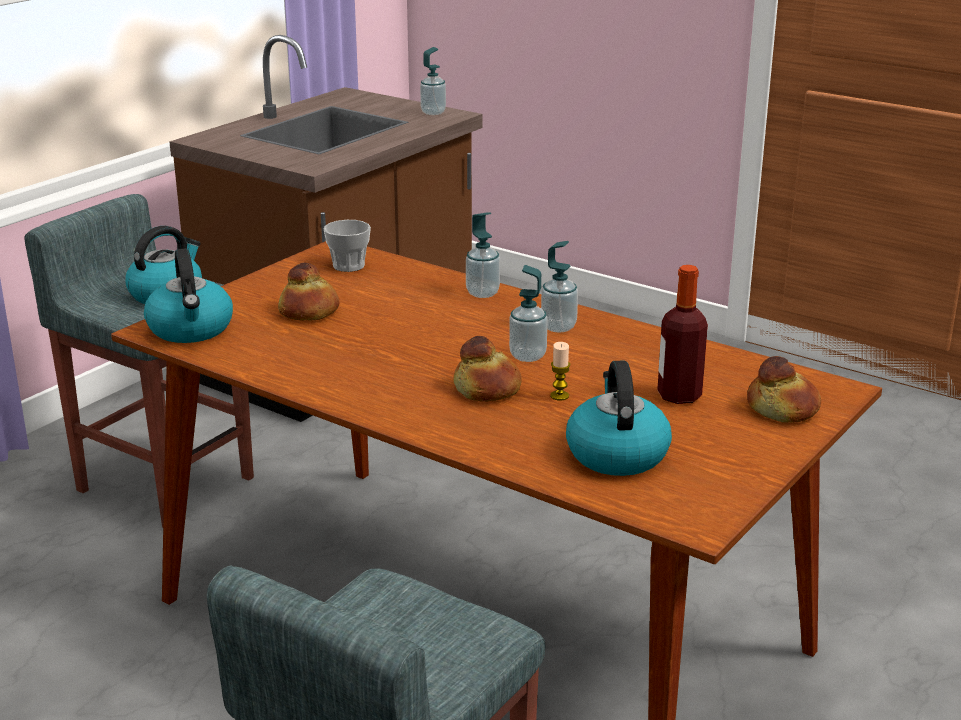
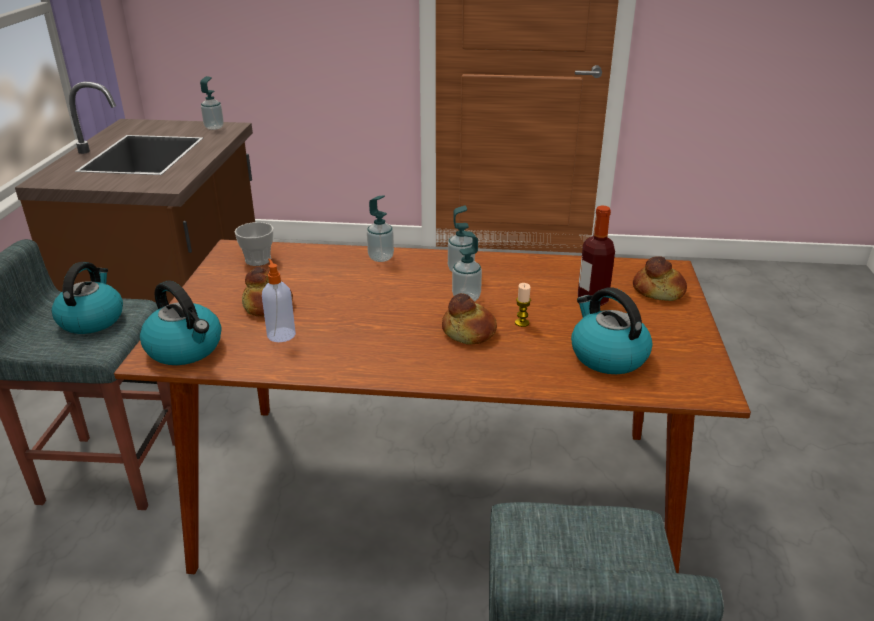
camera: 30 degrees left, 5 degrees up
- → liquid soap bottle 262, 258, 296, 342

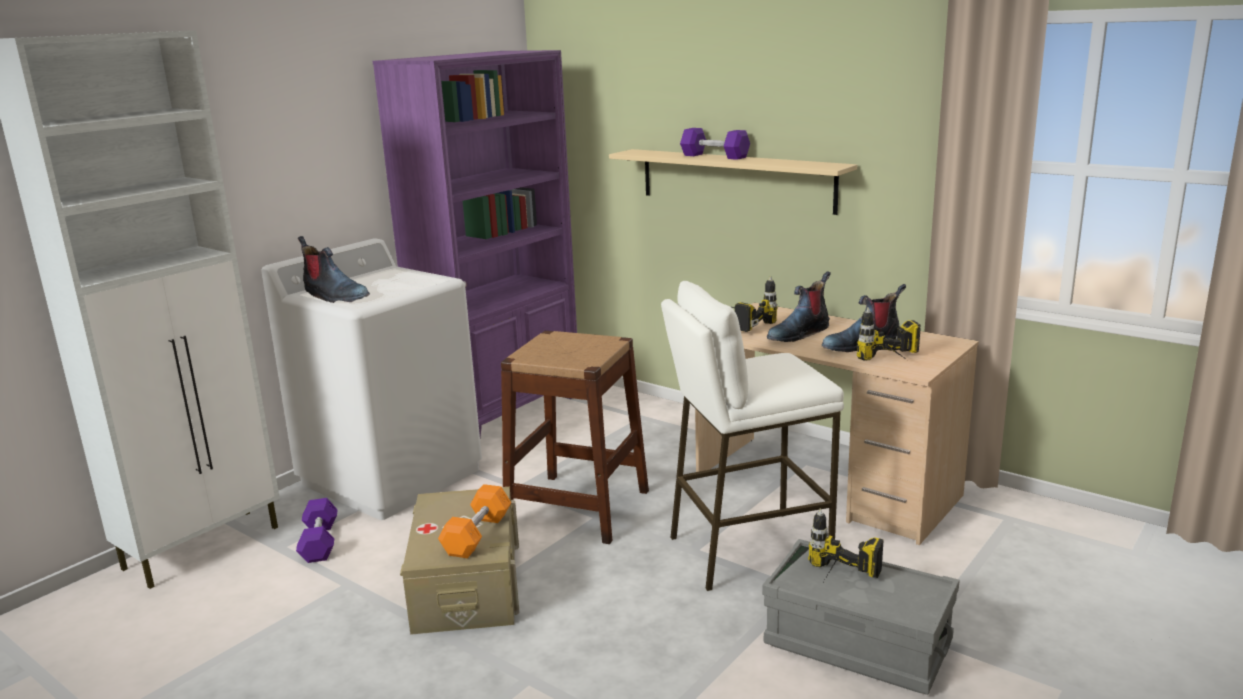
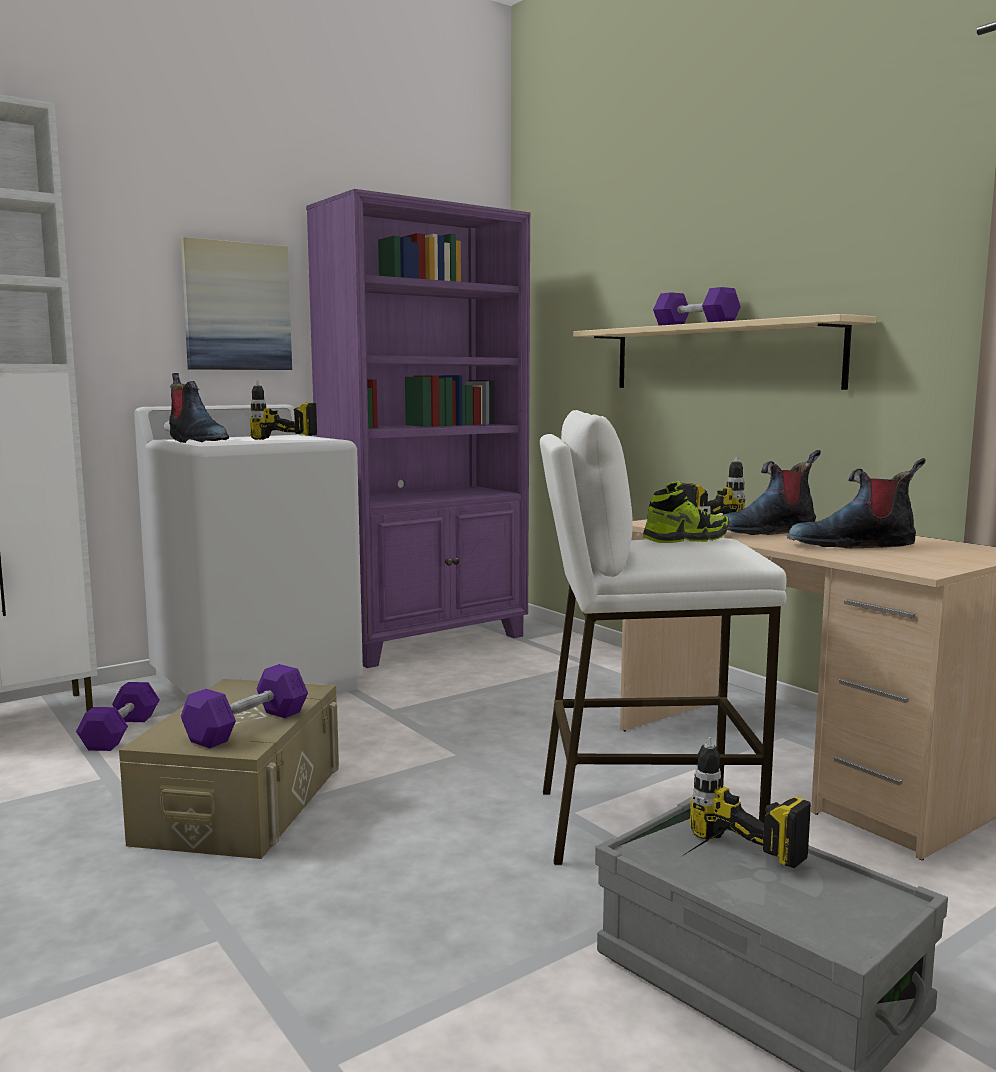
camera: 15 degrees right, 10 degrees down
orange-coloured free weight 438, 484, 511, 558 → purplish free weight 181, 664, 308, 748
brownish stool 501, 331, 649, 544 → -
power drill 857, 307, 921, 361 → power drill 249, 381, 317, 440, shifted
- → picture 181, 237, 292, 370
- → low shoe 643, 481, 729, 543

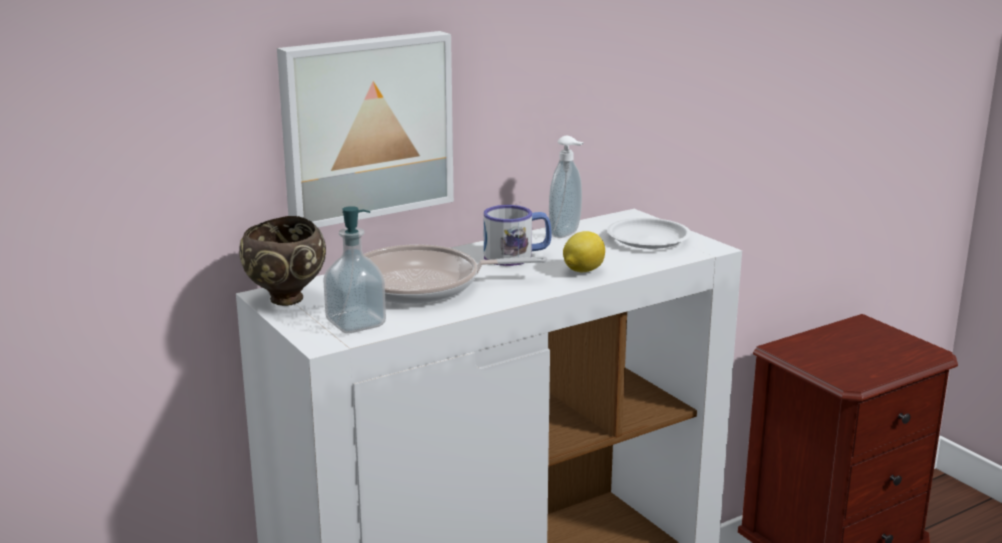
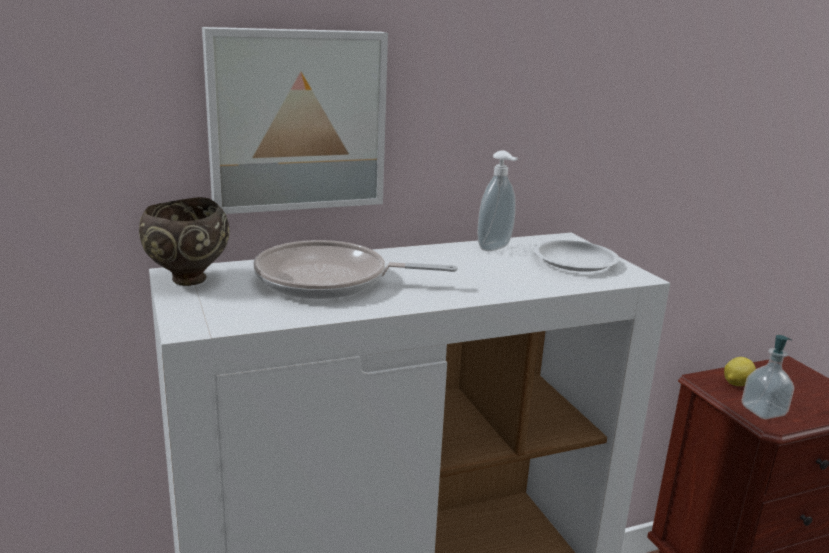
camera: 10 degrees right, 0 degrees up
liquid soap bottle 323, 206, 386, 333 → liquid soap bottle 742, 335, 794, 419, shifted
coffee mug 484, 205, 552, 266 → -
whole lemon 563, 231, 605, 272 → whole lemon 724, 357, 756, 386, shifted

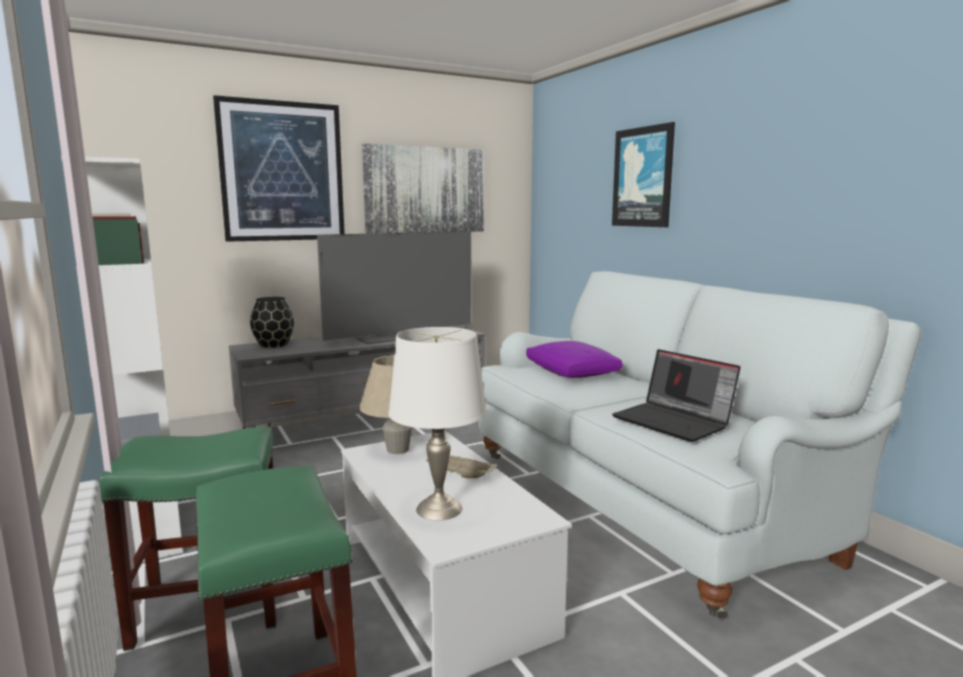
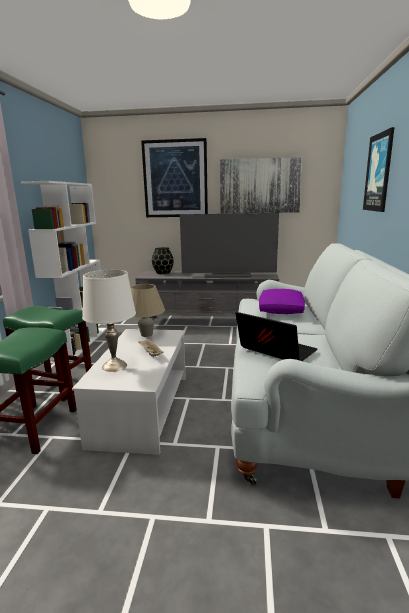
camera: 35 degrees right, 5 degrees up
laptop 612, 349, 741, 442 → laptop 235, 312, 317, 361, 135 degrees clockwise

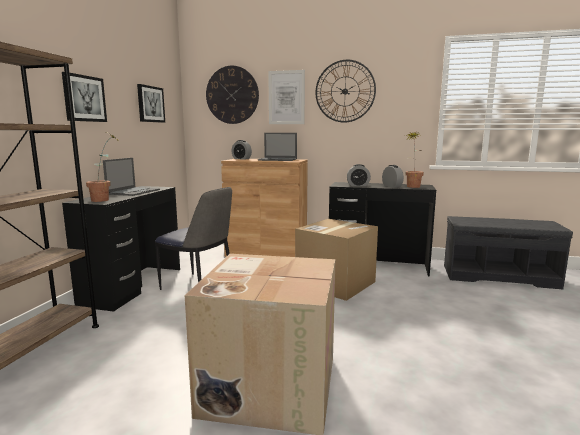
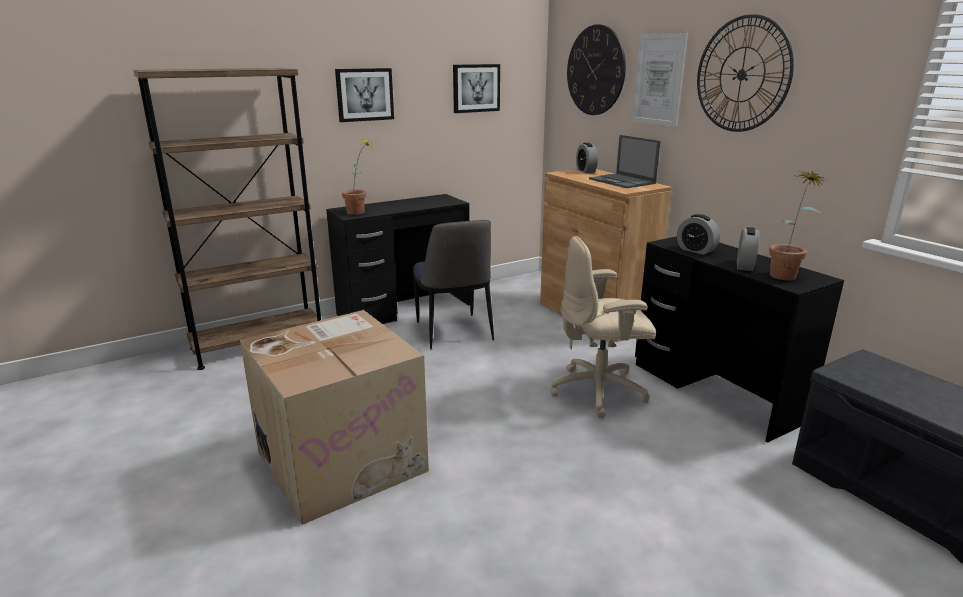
camera: 45 degrees right, 10 degrees up
laptop 103, 158, 160, 196 → -
cardboard box 295, 219, 378, 301 → sand-coloured computer chair 550, 236, 656, 418

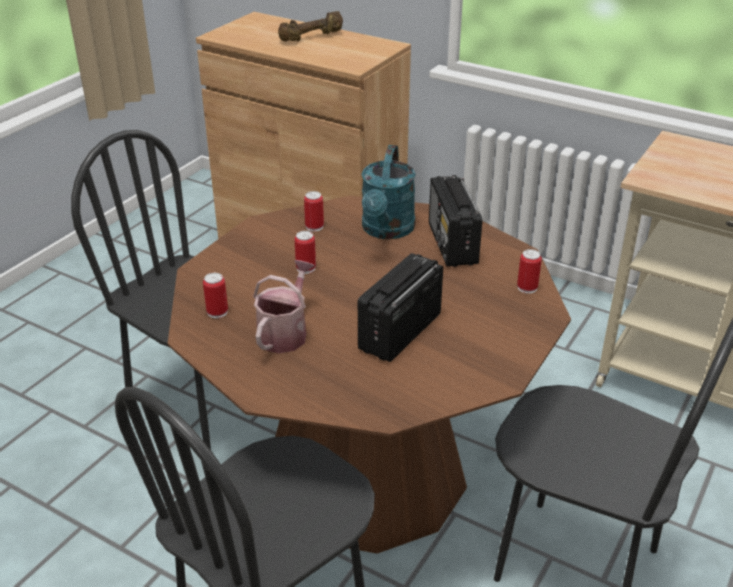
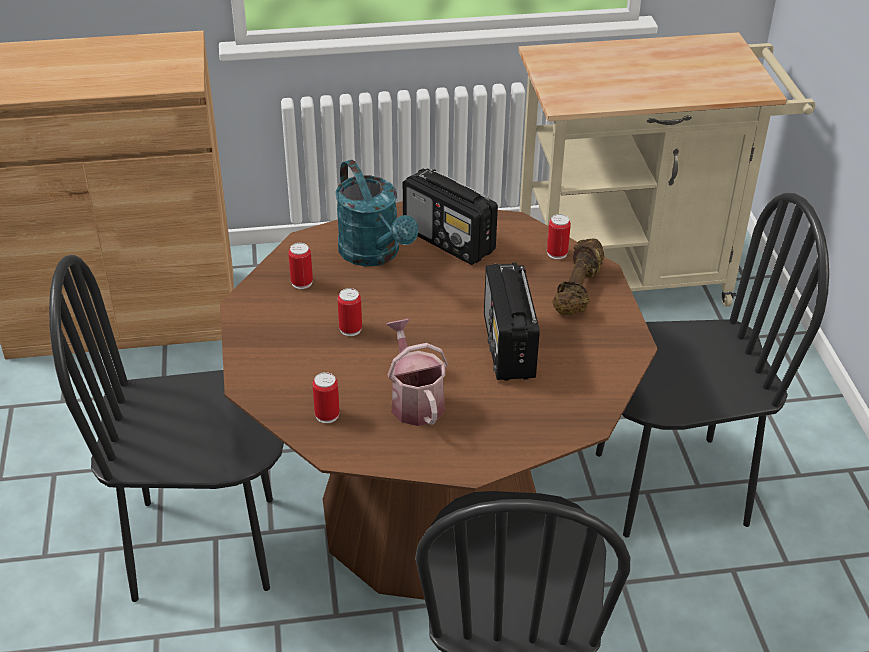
camera: 40 degrees left, 5 degrees up
brownish free weight 278, 11, 343, 42 → brownish free weight 553, 238, 604, 316, shifted

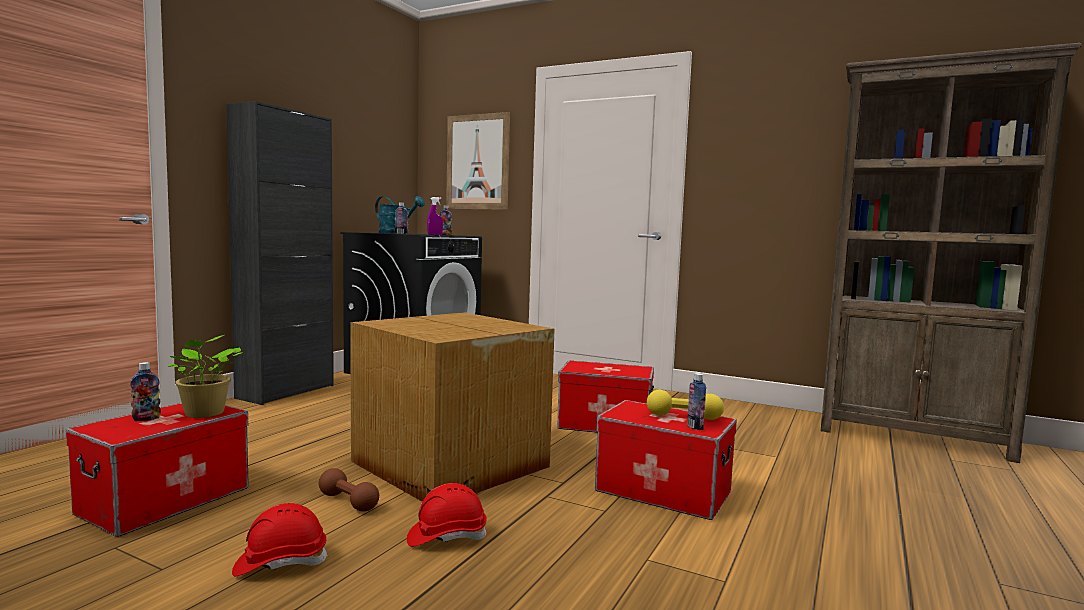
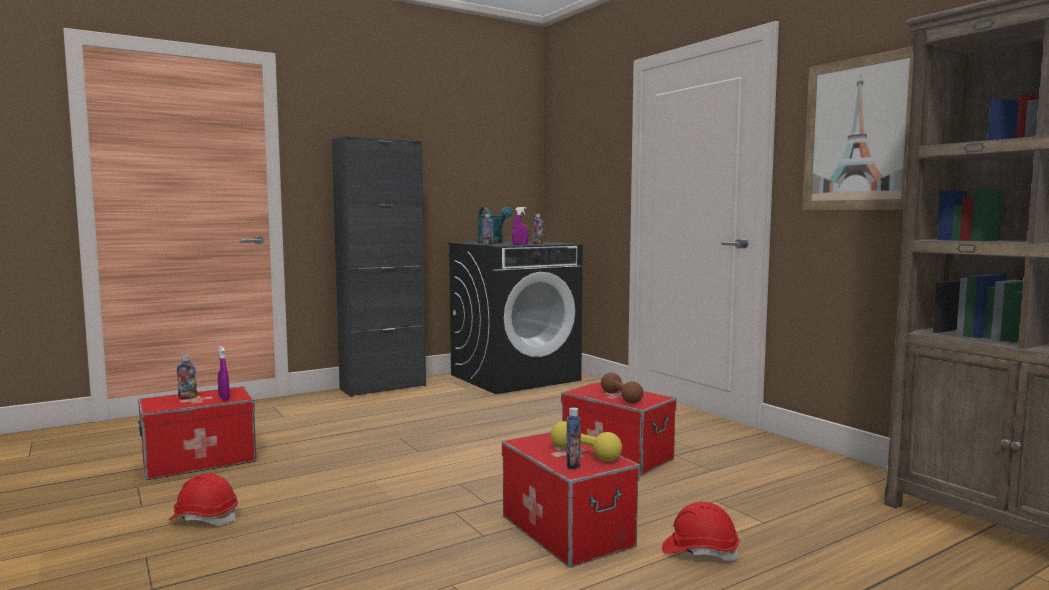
camera: 30 degrees right, 0 degrees up
plant in a pot 169, 335, 244, 418 → purplish sprayer 218, 346, 230, 401
brownish free weight 319, 468, 379, 512 → brownish free weight 601, 372, 643, 403, shifted
cardboard box 350, 312, 555, 502 → -
reddish hard hat 407, 483, 487, 547 → reddish hard hat 662, 502, 740, 561, shifted
picture 446, 112, 510, 210 → picture 803, 46, 914, 210, shifted

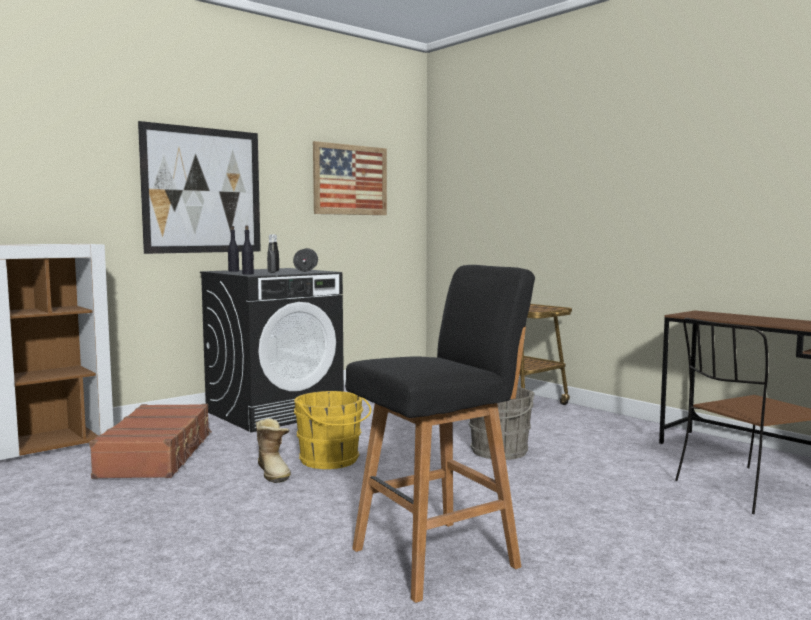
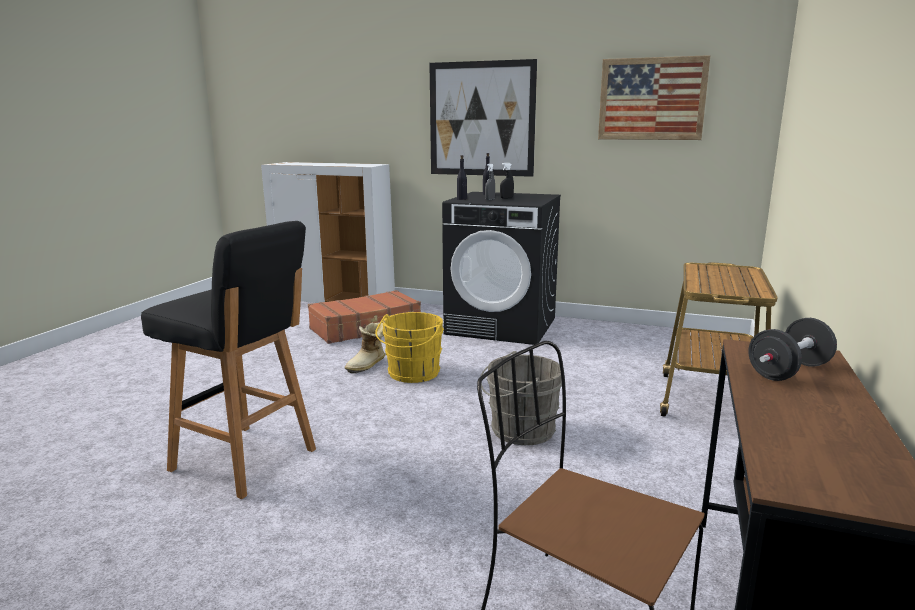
camera: 60 degrees right, 10 degrees up
black free weight 293, 248, 318, 272 → black free weight 748, 318, 837, 381, shifted

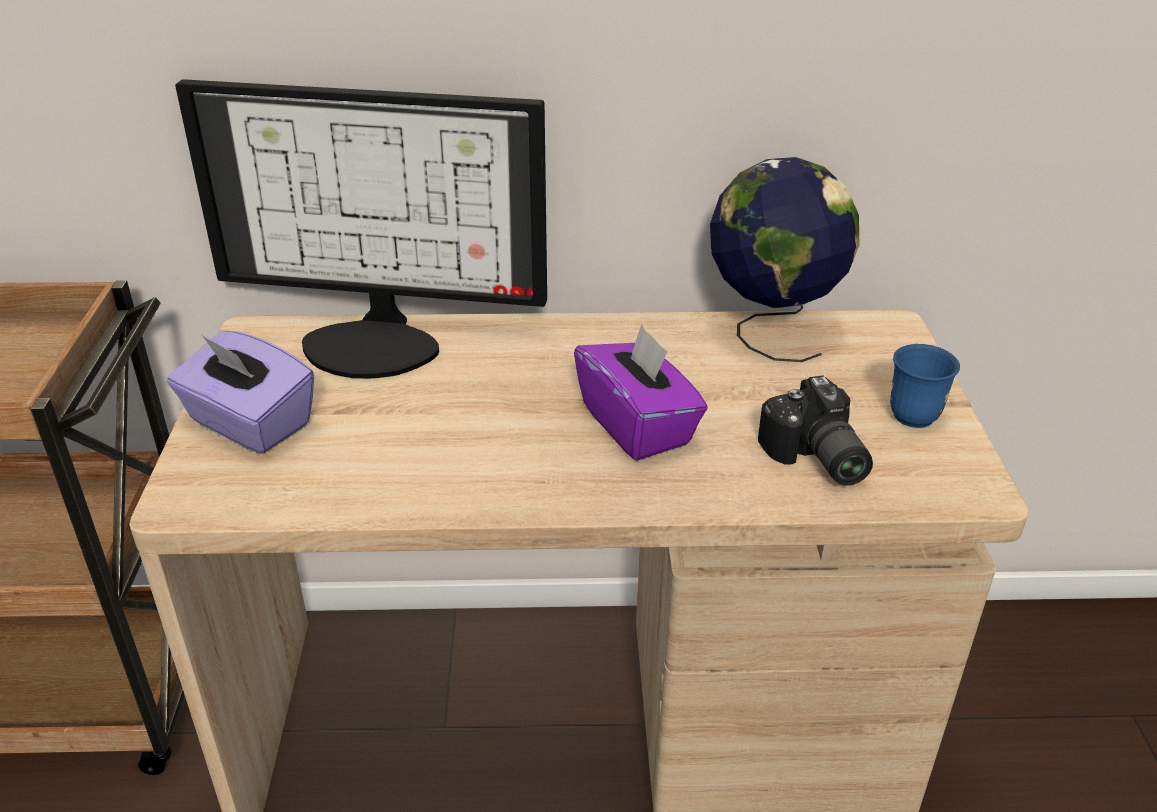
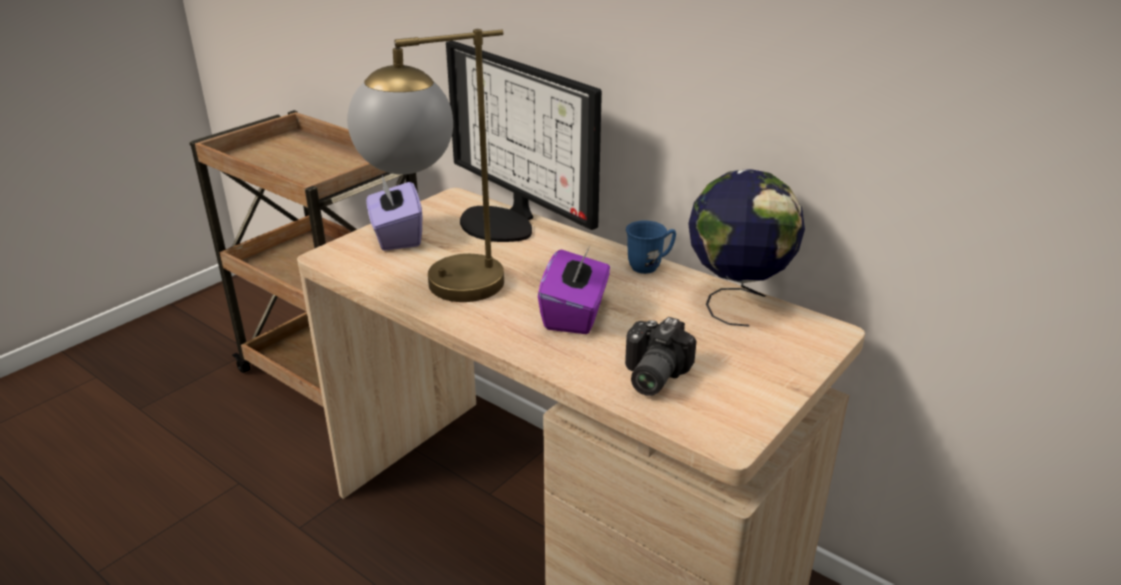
camera: 40 degrees right, 5 degrees down
blue coffee mug 890, 344, 960, 428 → blue coffee mug 626, 221, 676, 274, shifted
- → table lamp 347, 29, 504, 302

